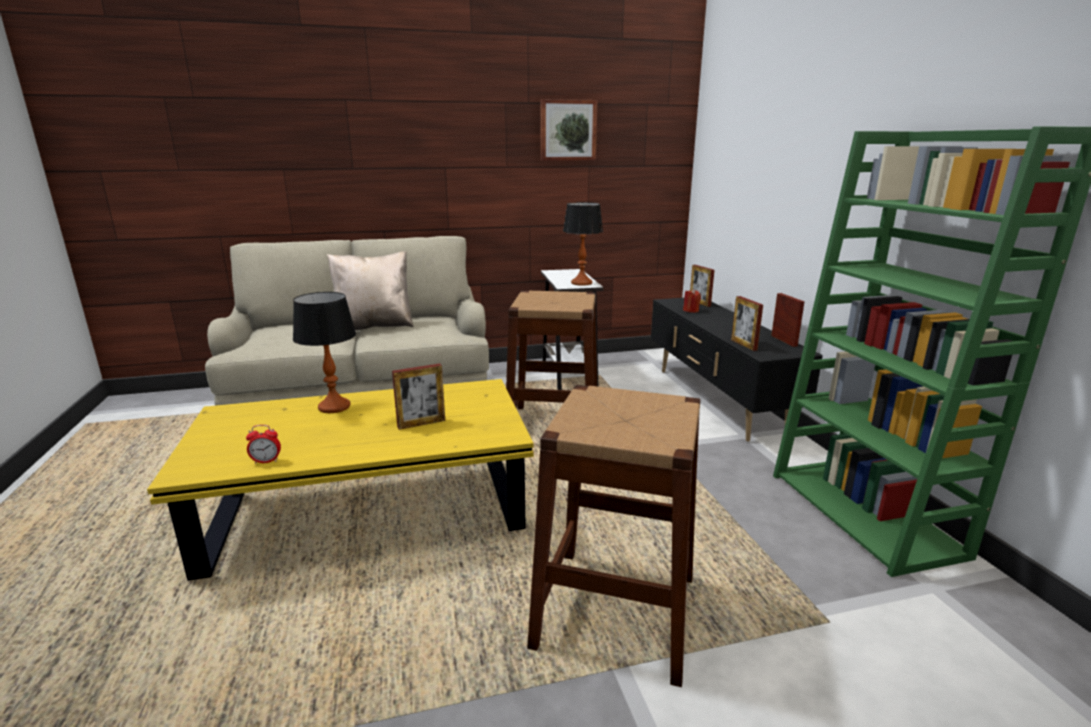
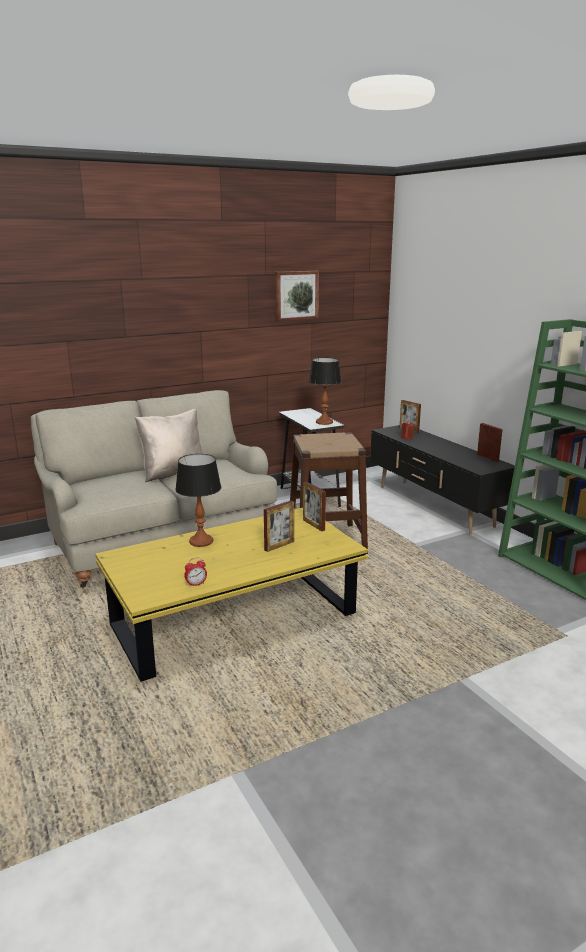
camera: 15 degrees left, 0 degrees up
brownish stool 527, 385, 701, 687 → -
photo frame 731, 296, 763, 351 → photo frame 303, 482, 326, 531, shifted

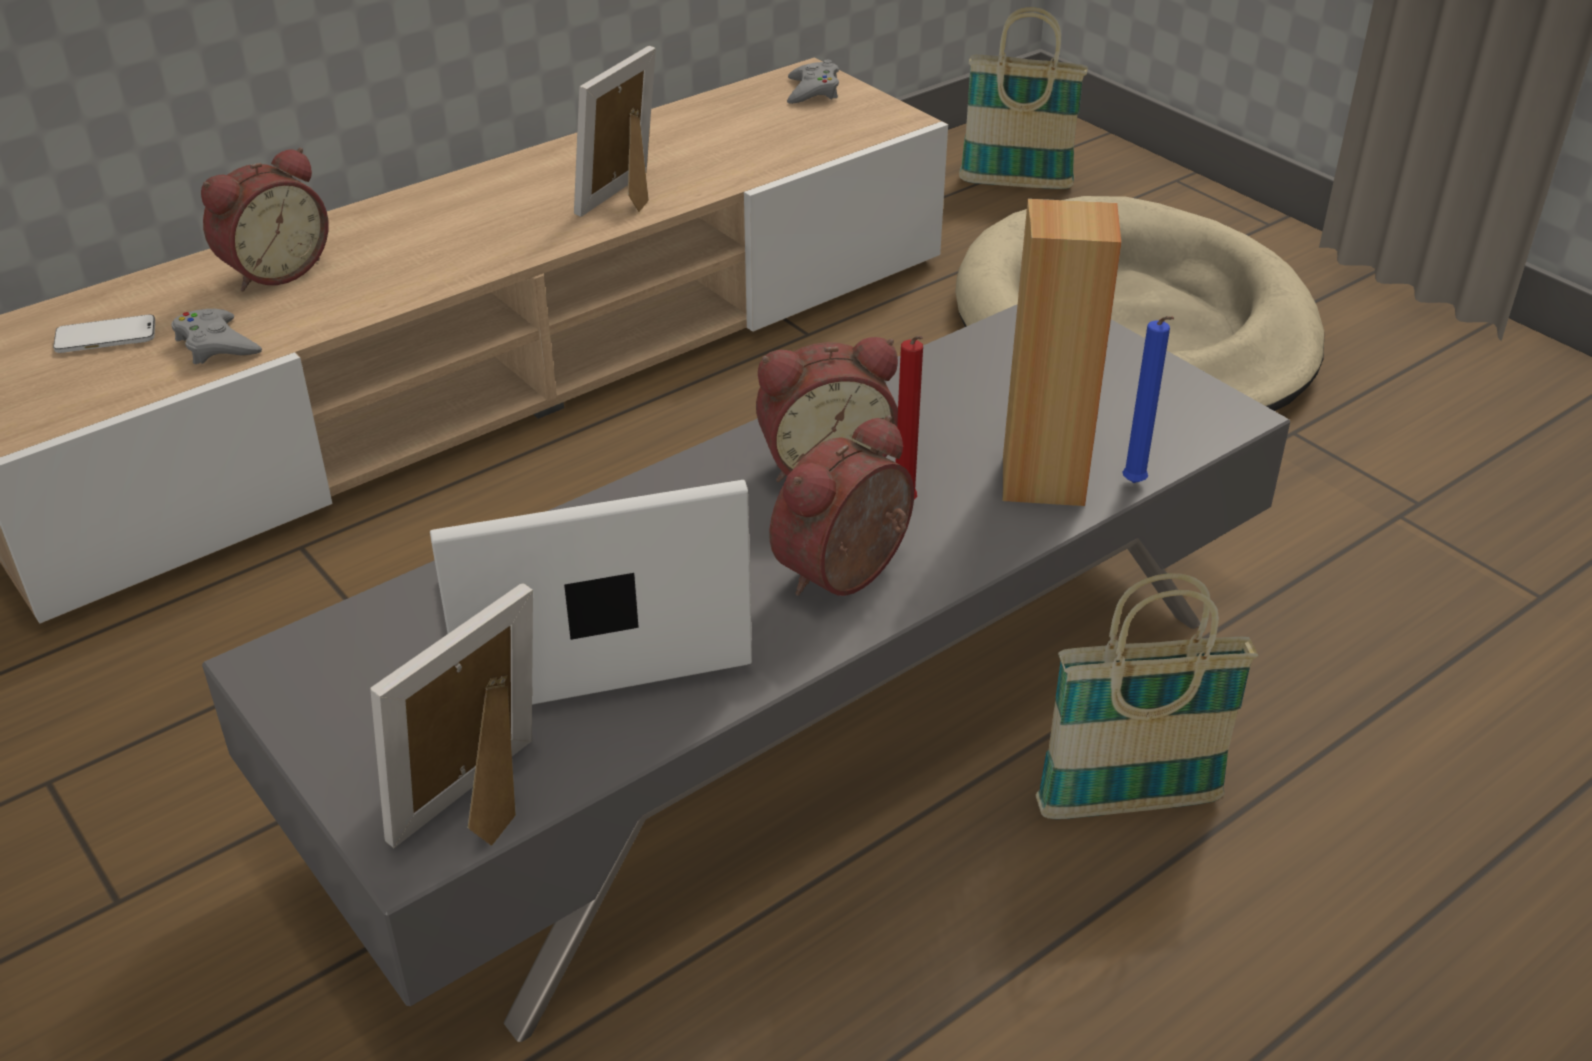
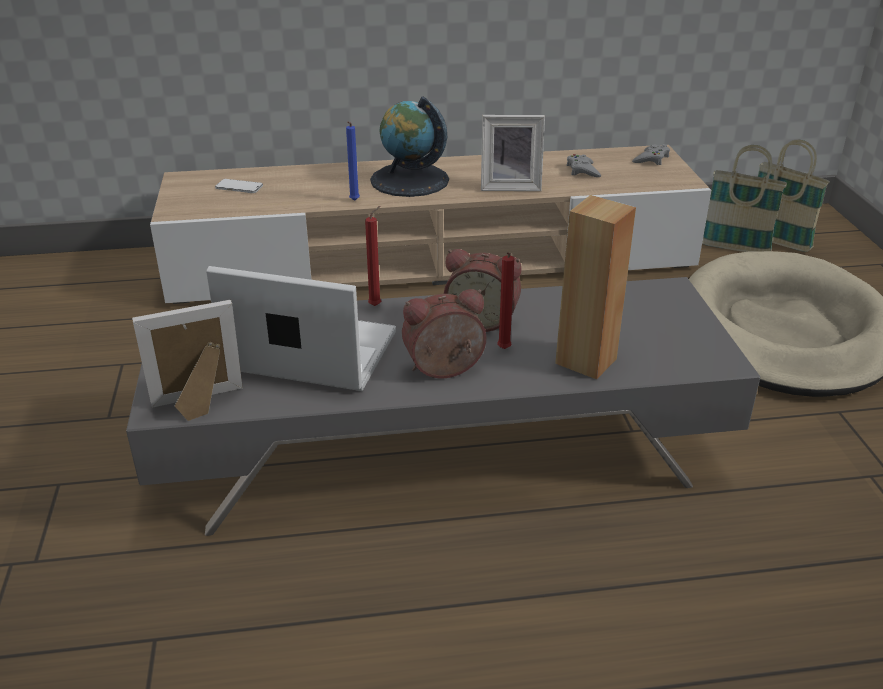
camera: 30 degrees right, 5 degrees down
gray game controller 171, 309, 262, 364 → gray game controller 566, 154, 601, 177, shifted
alarm clock 201, 148, 329, 291 → -
photo frame 574, 46, 656, 217 → photo frame 481, 115, 545, 191, 150 degrees counterclockwise
basket 1036, 573, 1259, 819 → basket 702, 145, 787, 252, shifted
blue candle 1122, 316, 1174, 483 → blue candle 346, 122, 360, 201, shifted
- → reddish candle 365, 206, 381, 306
- → desk globe 370, 96, 449, 197

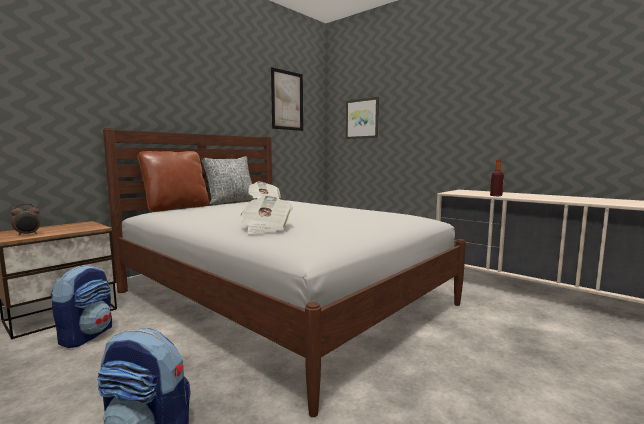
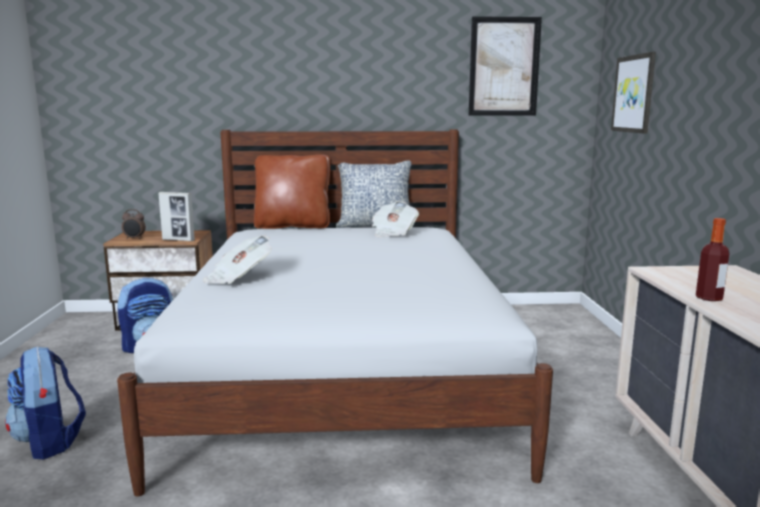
camera: 45 degrees right, 5 degrees up
- → photo frame 158, 192, 195, 241

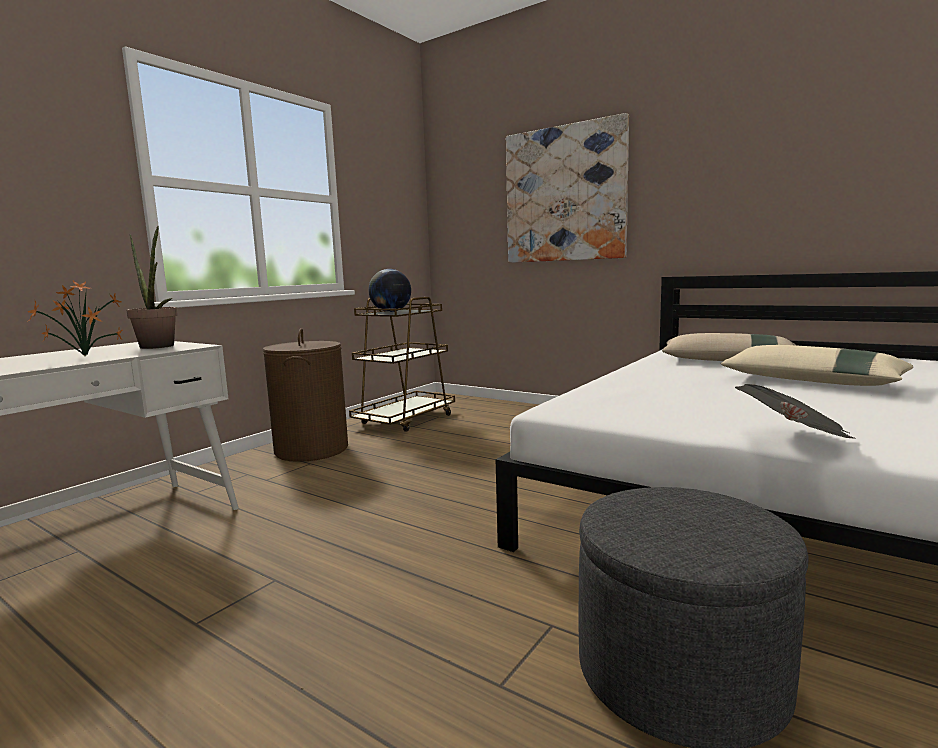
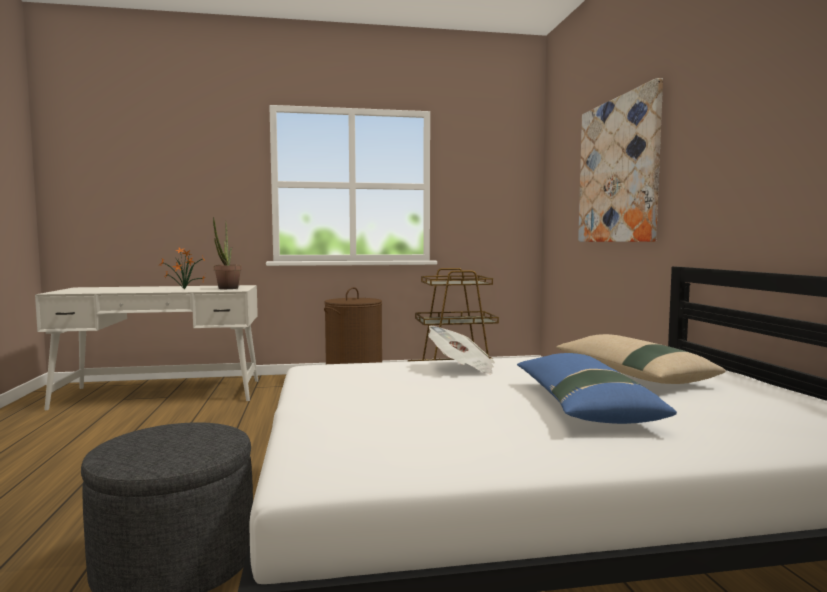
camera: 45 degrees right, 5 degrees down
desk globe 368, 269, 411, 312 → -
sand-coloured pillow 721, 345, 913, 386 → blue pillow 517, 353, 677, 424
printed paper 735, 384, 854, 438 → printed paper 428, 326, 495, 375, shifted

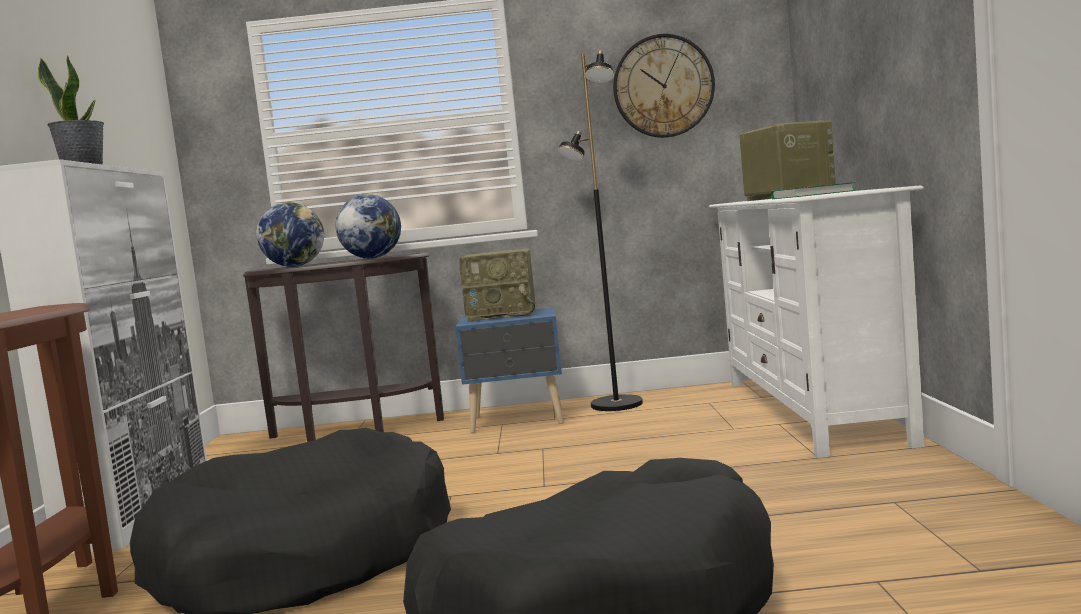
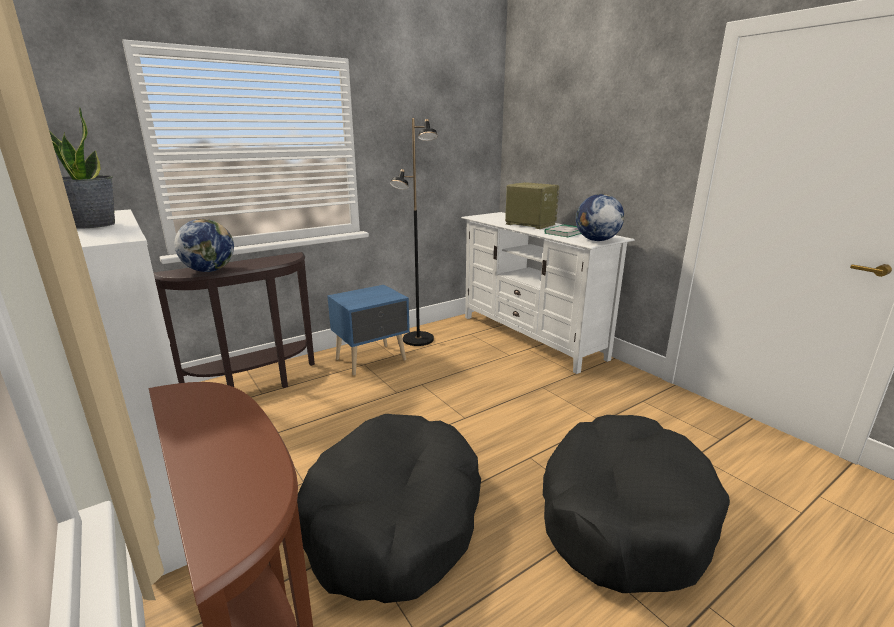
camera: 35 degrees left, 15 degrees up
desk globe 336, 194, 401, 258 → desk globe 576, 194, 624, 241, shifted
radio 459, 249, 536, 322 → -
wall clock 613, 34, 715, 138 → -

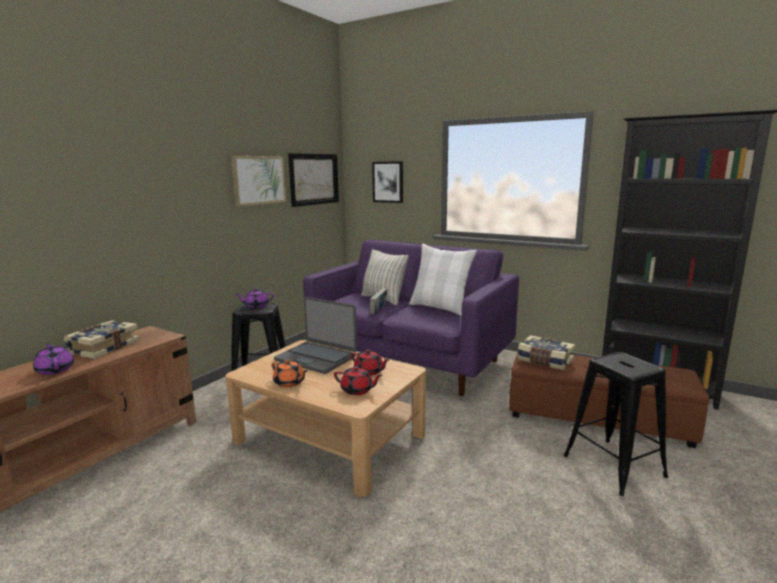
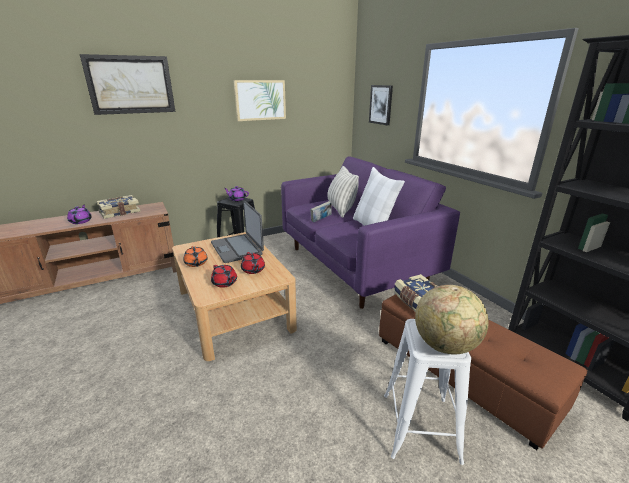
camera: 30 degrees right, 10 degrees up
picture 288, 153, 339, 207 → picture 80, 54, 175, 115, shifted
black stool 564, 352, 668, 496 → whitish stool 384, 319, 471, 465
- → desk globe 415, 285, 489, 354

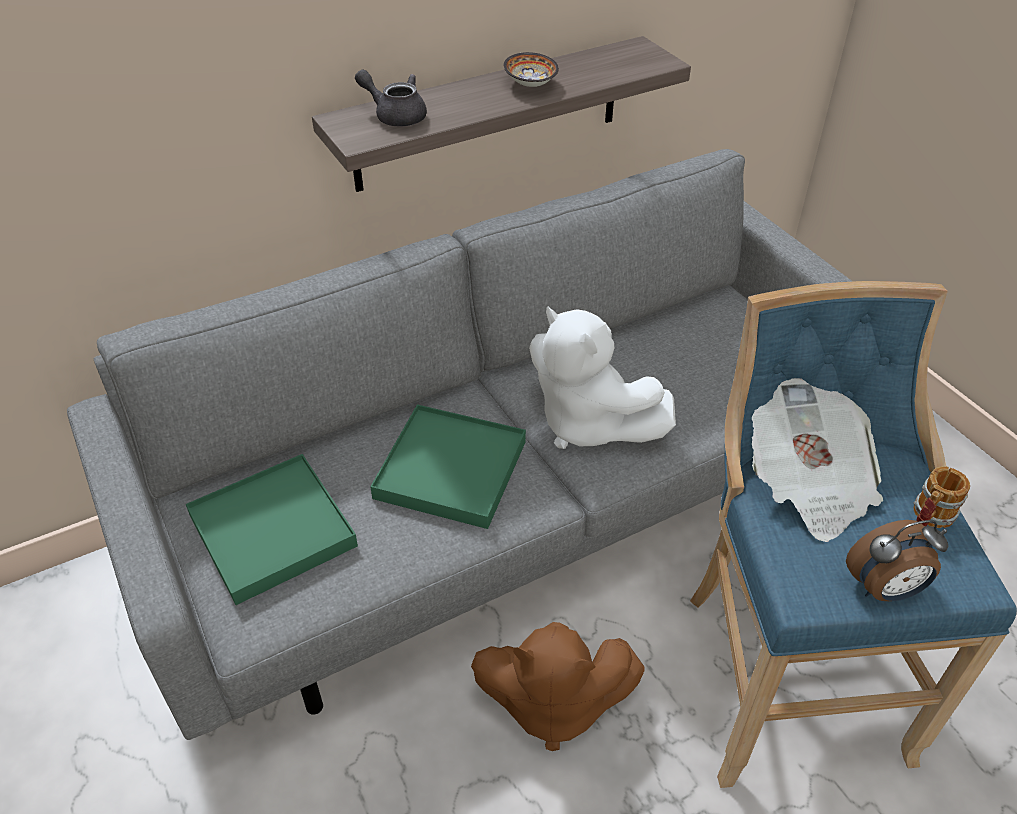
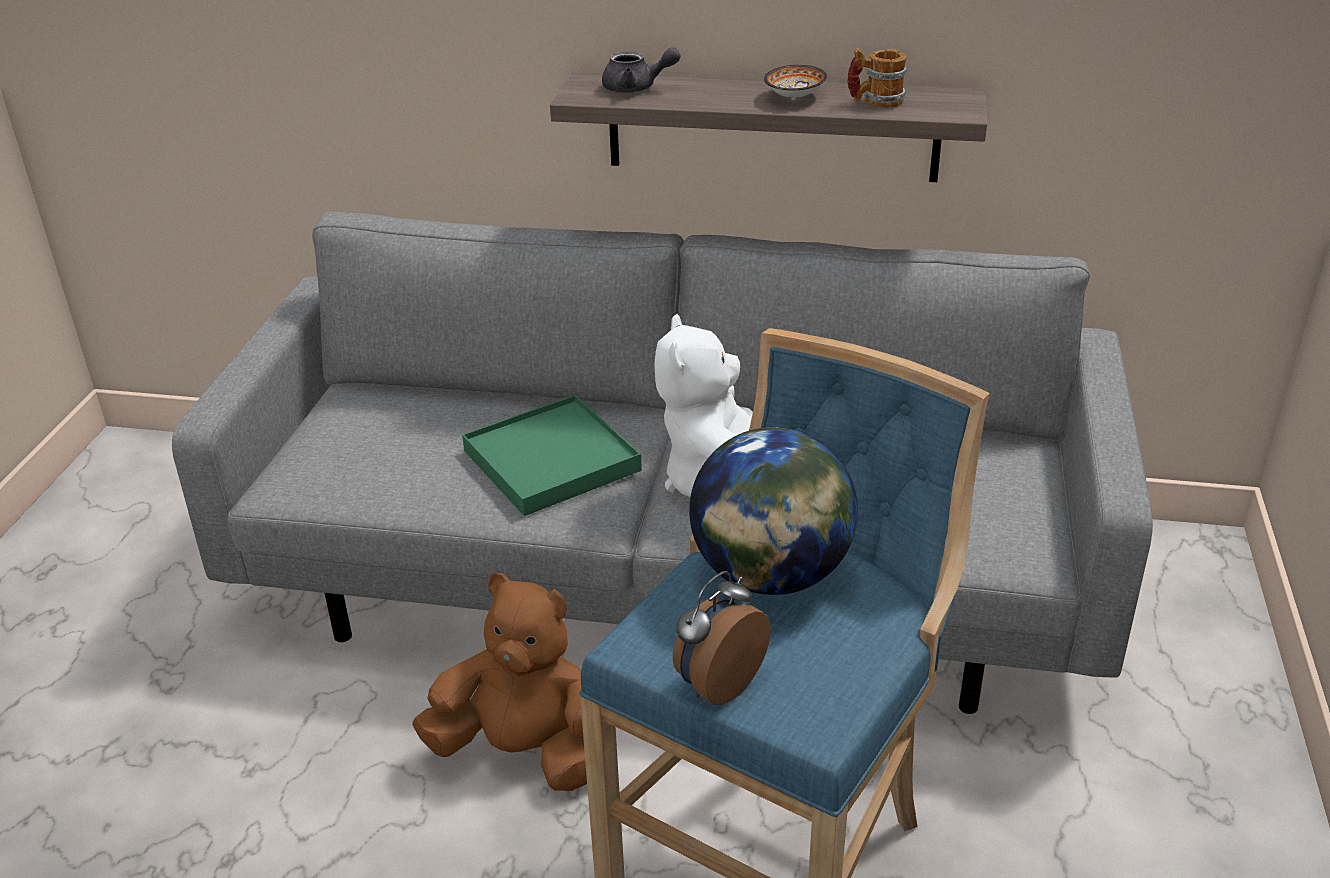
camera: 40 degrees right, 10 degrees down
greenish serving tray 186, 454, 358, 605 → -
gray tea pot 355, 69, 427, 127 → gray tea pot 602, 47, 681, 93, 120 degrees clockwise
brownish plush toy 471, 622, 645, 751 → brownish plush toy 412, 573, 587, 791, 150 degrees clockwise
printed paper 752, 378, 883, 542 → desk globe 689, 427, 858, 595
alarm clock 846, 520, 949, 601 → alarm clock 673, 571, 771, 705, 105 degrees clockwise
coffee mug 914, 466, 970, 528 → coffee mug 847, 48, 907, 108, shifted

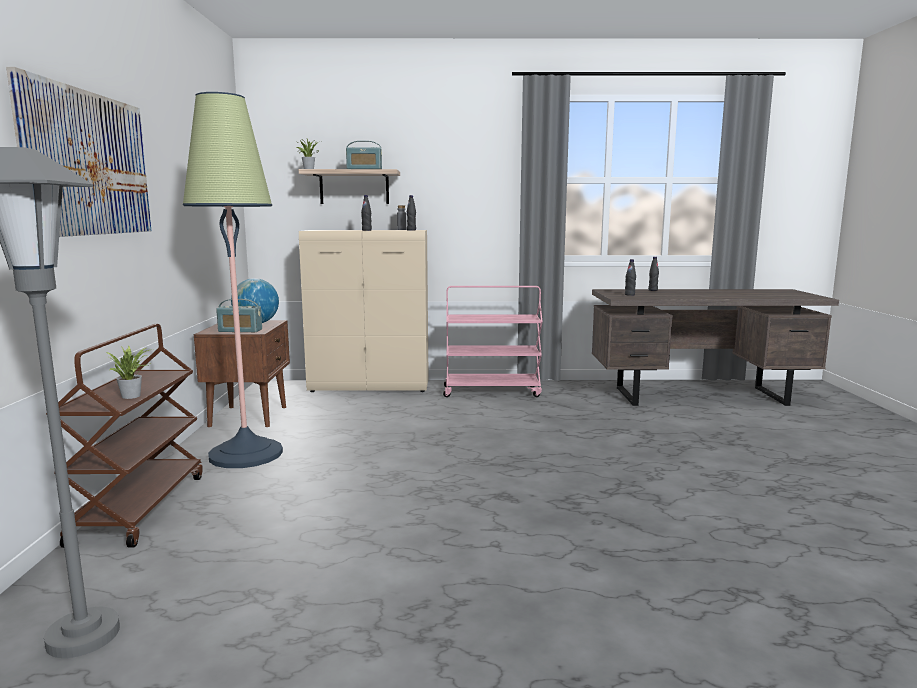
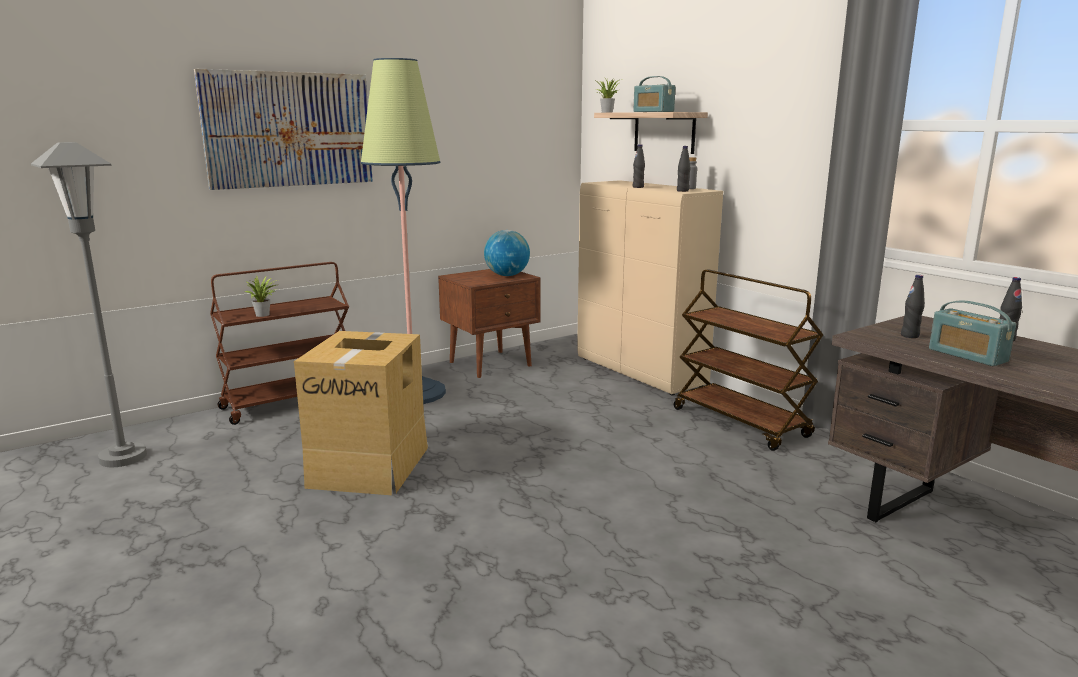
camera: 55 degrees right, 5 degrees up
radio 216, 299, 262, 332 → radio 929, 300, 1016, 366, shifted
pink-coloured cart 443, 286, 543, 397 → brownish cart 674, 269, 823, 451
- → cardboard box 294, 331, 428, 495

